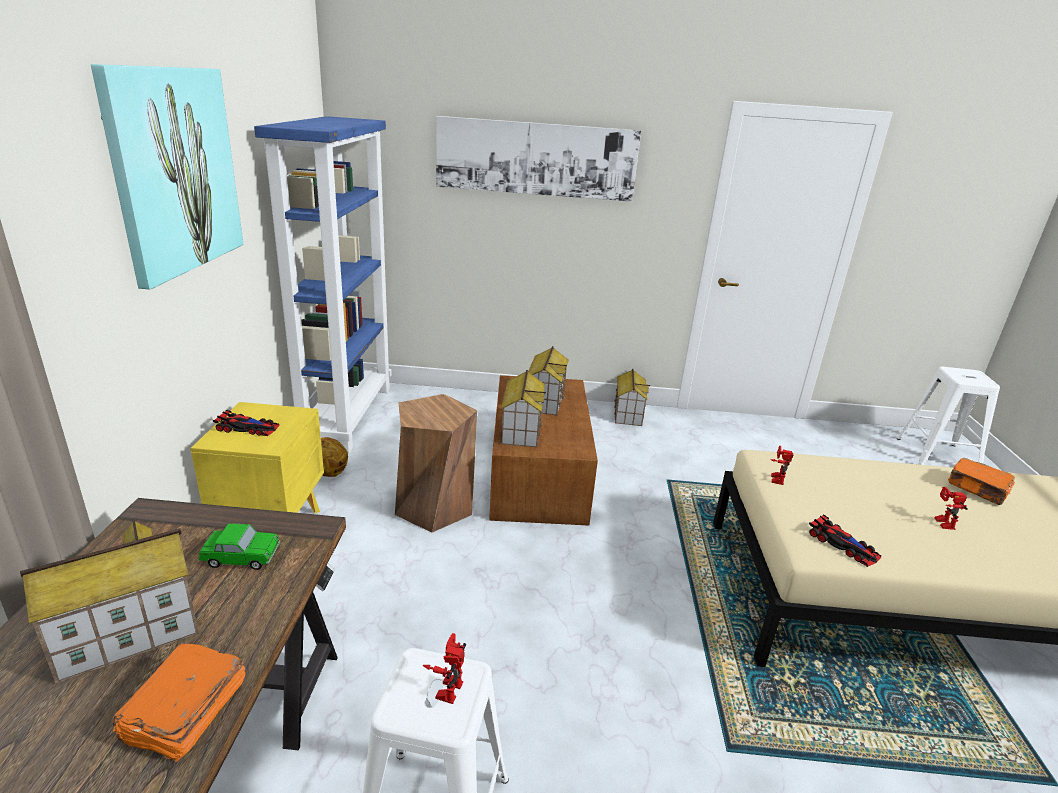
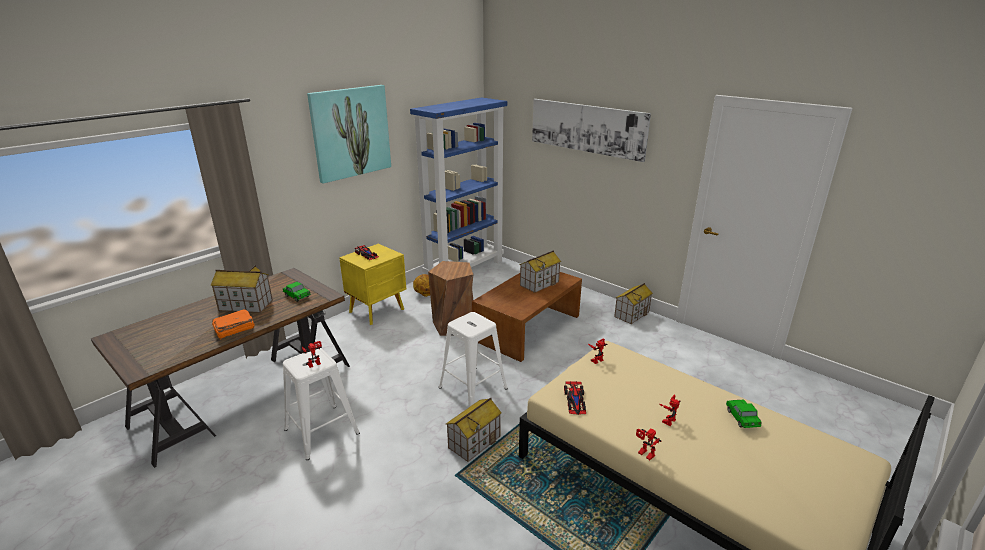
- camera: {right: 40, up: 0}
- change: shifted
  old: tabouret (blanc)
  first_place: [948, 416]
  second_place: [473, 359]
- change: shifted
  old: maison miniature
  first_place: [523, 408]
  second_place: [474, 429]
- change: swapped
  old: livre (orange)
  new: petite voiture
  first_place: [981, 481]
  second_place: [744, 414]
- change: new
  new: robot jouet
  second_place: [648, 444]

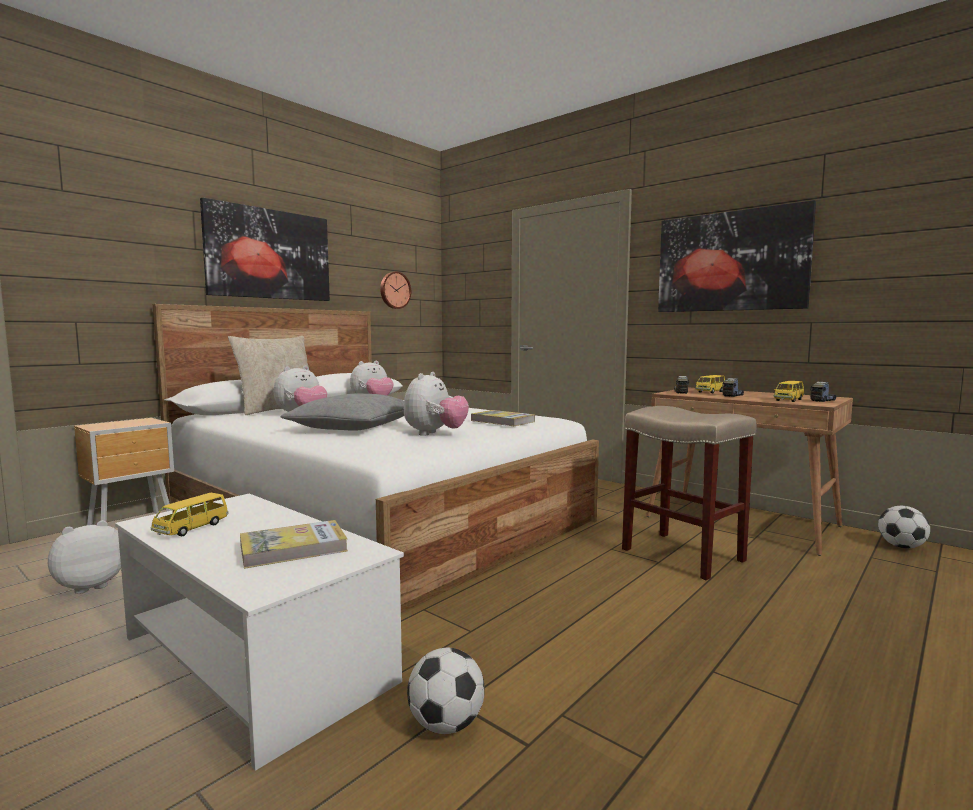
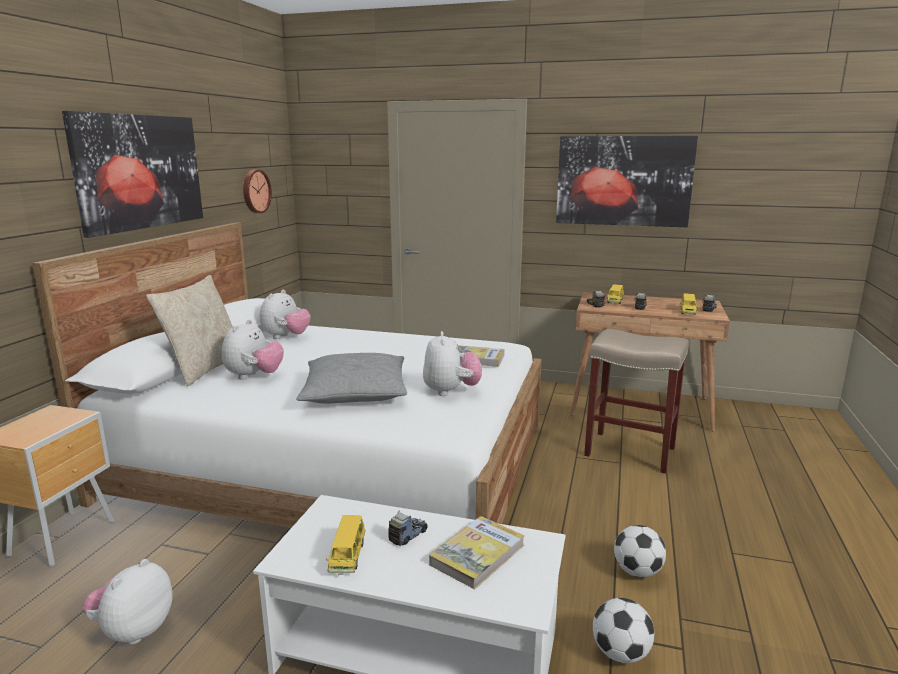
- camera: {right: -25, up: 10}
- change: shifted
  old: ballon de foot
  first_place: [904, 527]
  second_place: [640, 551]
- change: new
  new: camion jouet
  second_place: [408, 528]

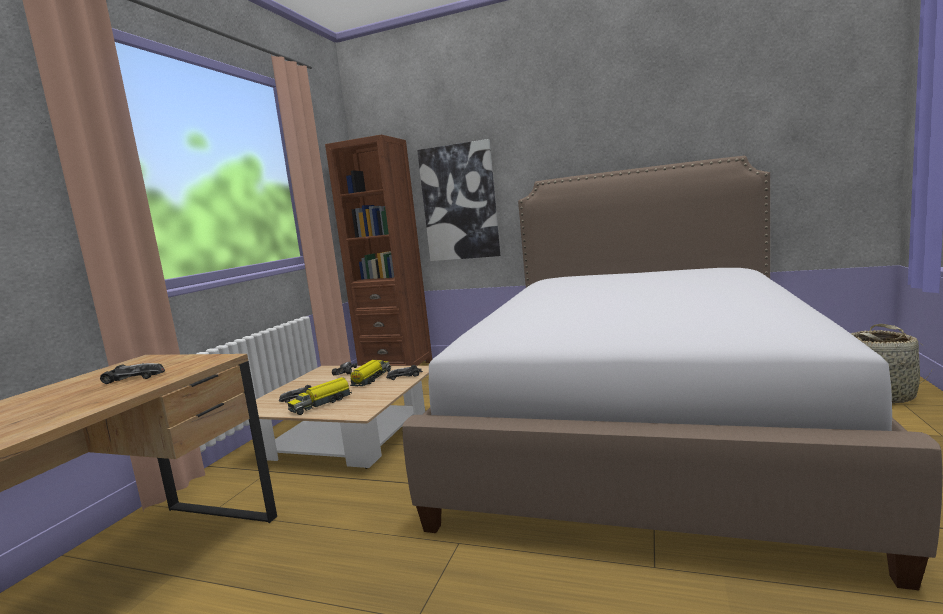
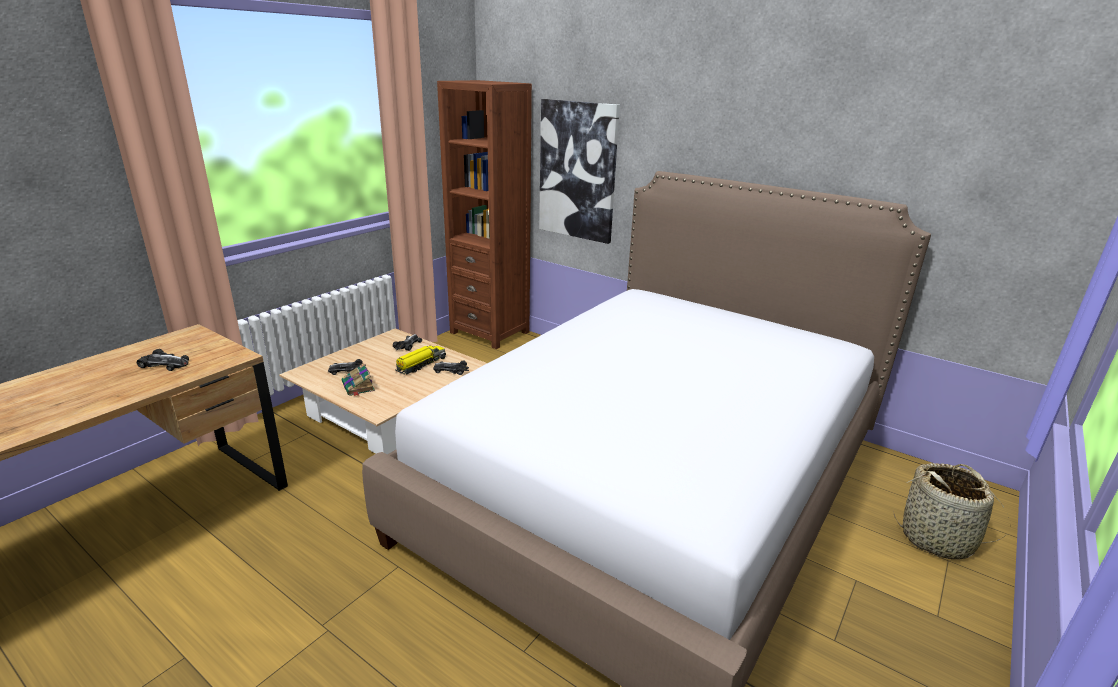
- camera: {right: 15, up: 15}
- change: swapped
  old: camion jouet
  new: livre
  first_place: [320, 396]
  second_place: [358, 379]

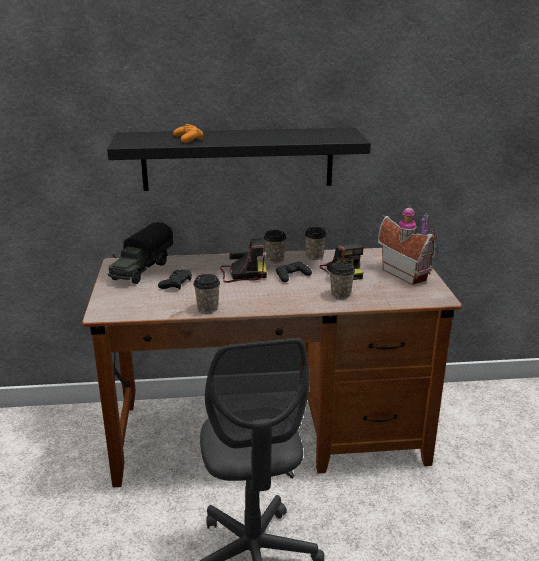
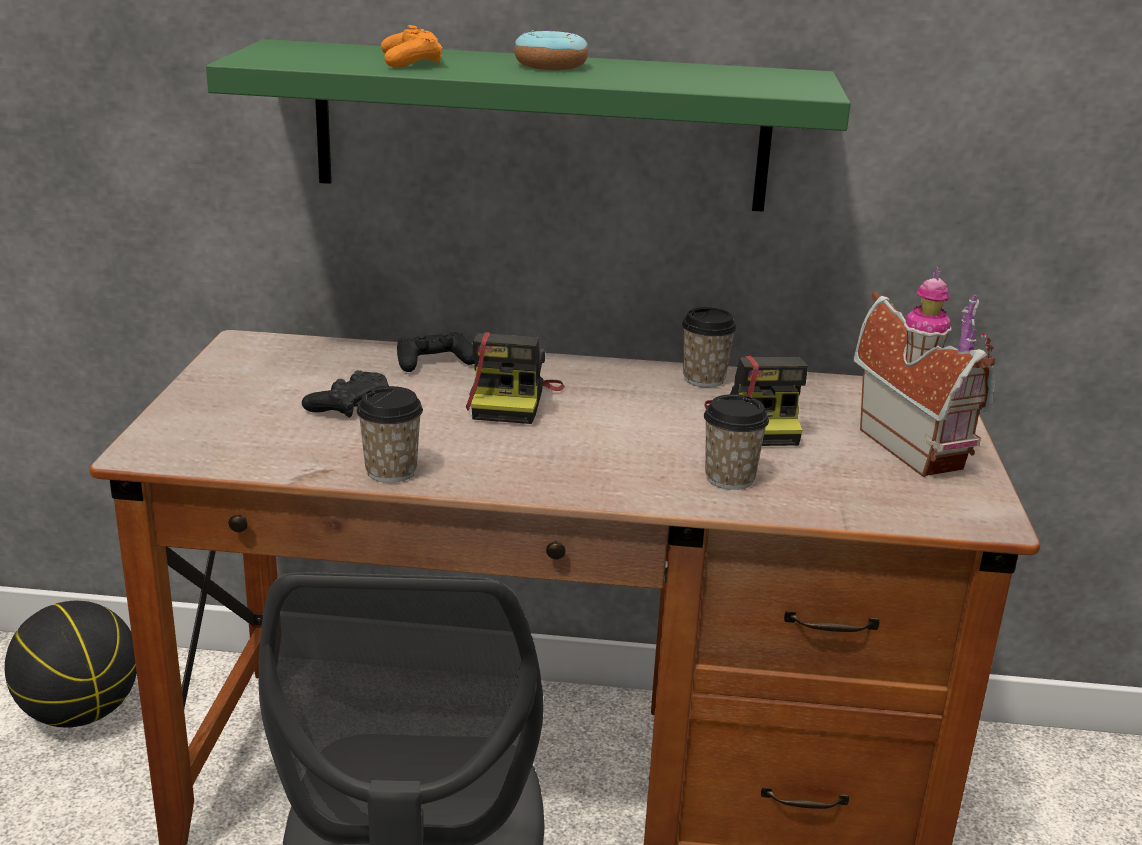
- camera: {right: 10, up: 0}
- change: repainted
  old: étagère (noir)
  new: étagère (vert)
  first_place: [239, 159]
  second_place: [528, 125]
- change: gone
  old: camion jouet
  first_place: [140, 253]
- change: gone
  old: tasse
  first_place: [275, 246]
- change: rotated
  old: appareil photo
  first_place: [243, 260]
  second_place: [515, 378]
  degrees: 90
- change: shifted
  old: manette (noir)
  first_place: [294, 272]
  second_place: [436, 352]
- change: new
  new: beignet
  second_place: [551, 50]
- change: new
  new: ballon de basket
  second_place: [71, 664]

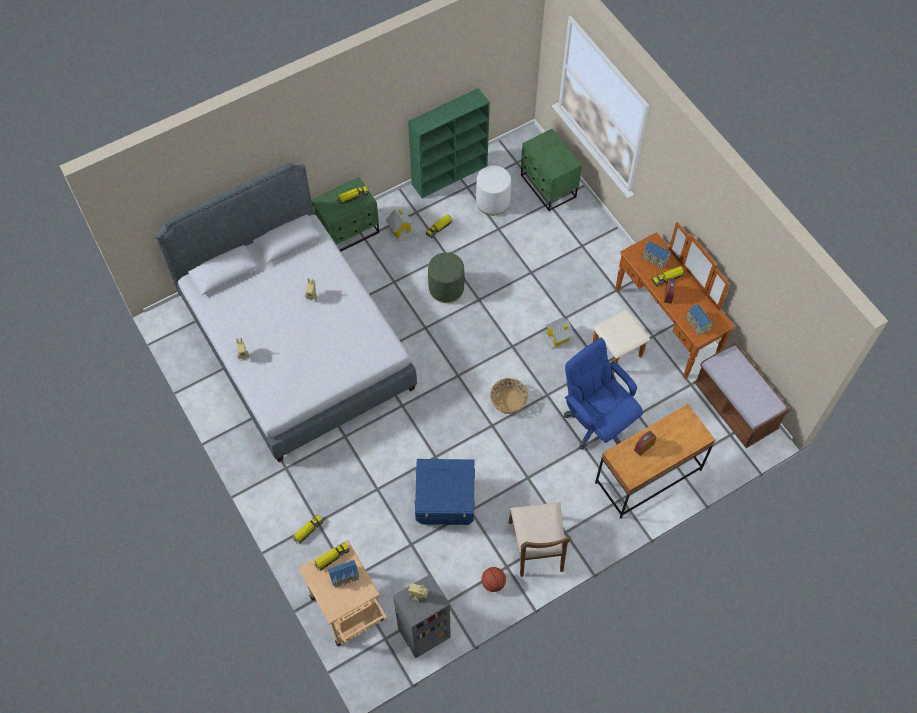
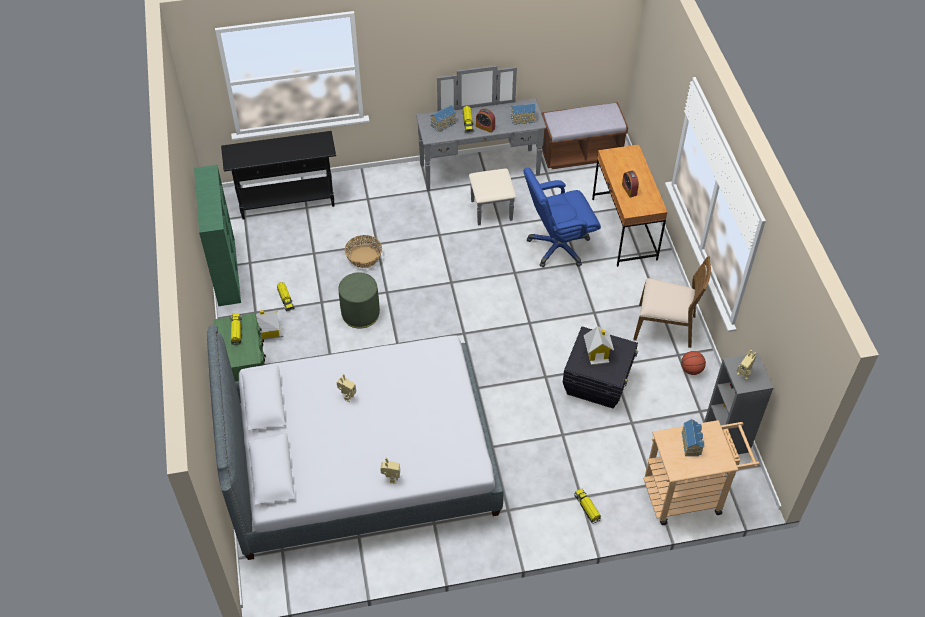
- camera: {right: -70, up: -10}
- change: swapped
  old: table de chevet (vert)
  new: table console (noir)
  first_place: [551, 170]
  second_place: [278, 175]
- change: gone
  old: pouf (blanc)
  first_place: [493, 190]
- change: repainted
  old: commode (marron)
  new: commode (gris)
  first_place: [664, 300]
  second_place: [481, 145]
- change: shifted
  old: maison miniature
  first_place: [559, 333]
  second_place: [599, 345]
- change: shifted
  old: panier
  first_place: [509, 396]
  second_place: [363, 251]
- change: repainted
  old: boîte de rangement (bleu)
  new: boîte de rangement (noir)
  first_place: [445, 492]
  second_place: [600, 367]
- change: gone
  old: camion jouet
  first_place: [332, 556]

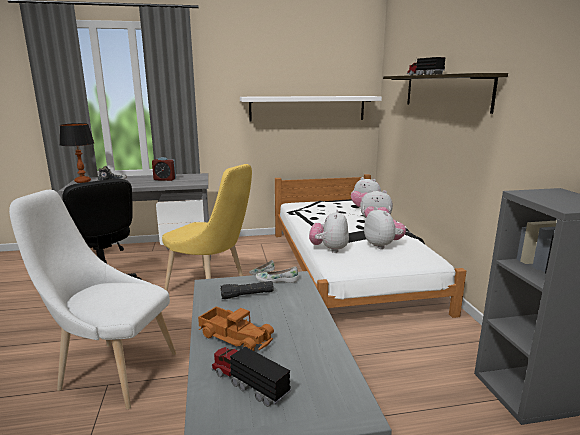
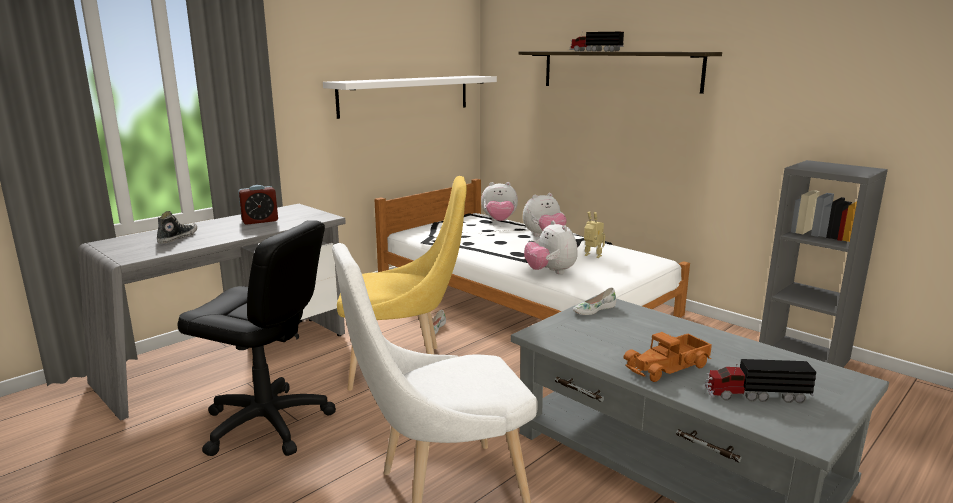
- camera: {right: -35, up: 0}
- change: gone
  old: lampe de table
  first_place: [77, 153]
- change: swapped
  old: peluche
  new: robot jouet
  first_place: [385, 228]
  second_place: [594, 234]
- change: gone
  old: lampe de poche (noir)
  first_place: [247, 290]
- change: rotated
  old: camion jouet
  first_place: [236, 328]
  second_place: [667, 357]
  degrees: 150

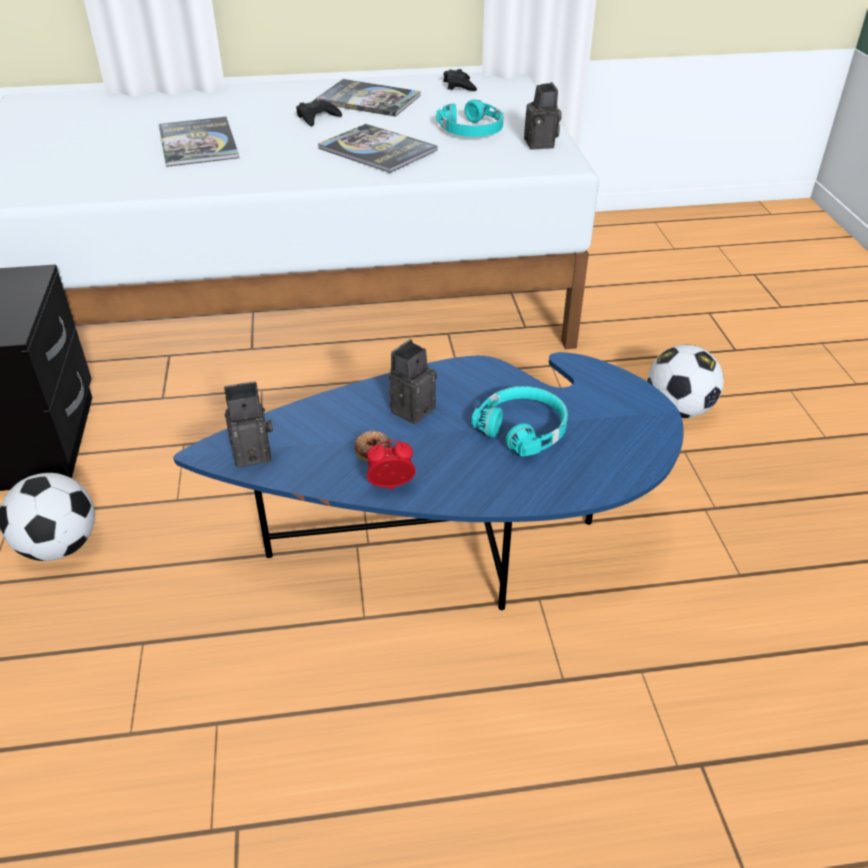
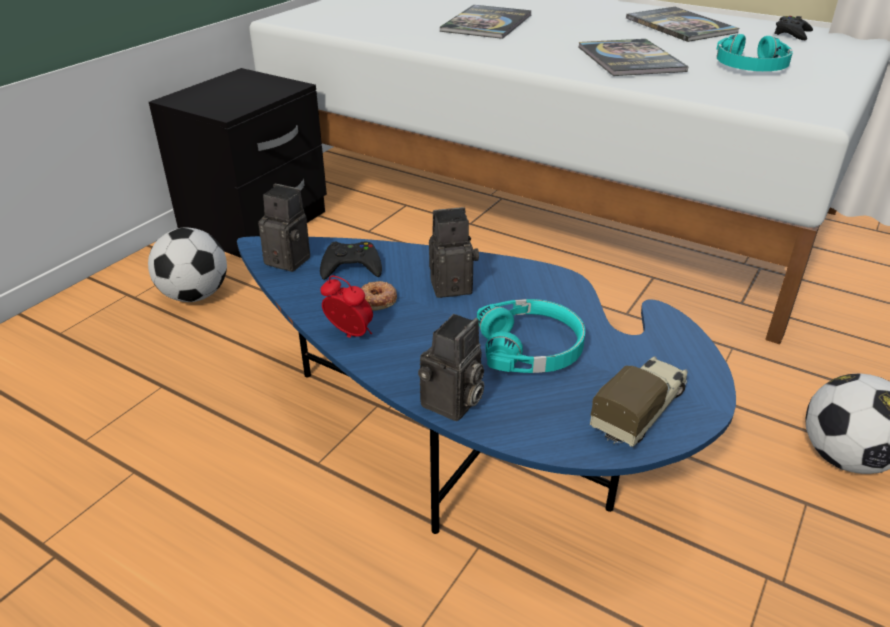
- camera: {right: 40, up: -5}
- change: shifted
  old: appareil photo
  first_place: [543, 116]
  second_place: [451, 367]
- change: shifted
  old: manette (noir)
  first_place: [319, 112]
  second_place: [351, 261]
- change: new
  new: camion jouet
  second_place: [639, 401]

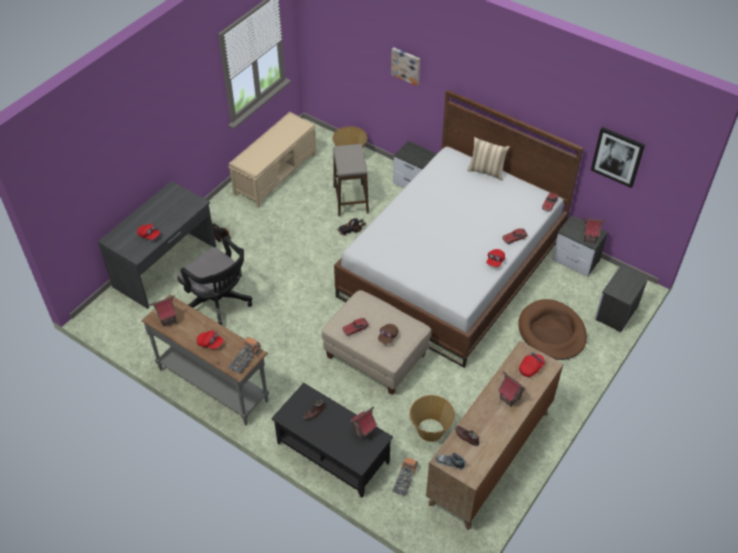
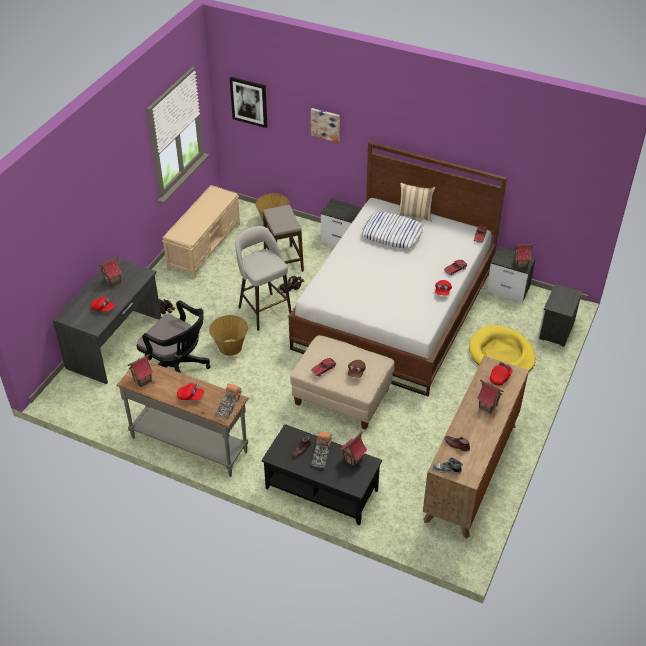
- camera: {right: -10, up: -5}
- change: shifted
  old: tableau
  first_place: [618, 157]
  second_place: [249, 102]
- change: repainted
  old: panier pour chien (marron)
  new: panier pour chien (jaune)
  first_place: [552, 329]
  second_place: [502, 348]
- change: shifted
  old: panier
  first_place: [432, 418]
  second_place: [228, 335]
- change: shifted
  old: camion jouet
  first_place: [405, 476]
  second_place: [321, 450]
- change: new
  new: coussin
  second_place: [393, 230]
- change: new
  new: tabouret (gris)
  second_place: [263, 278]
- change: new
  new: maison miniature
  second_place: [110, 271]

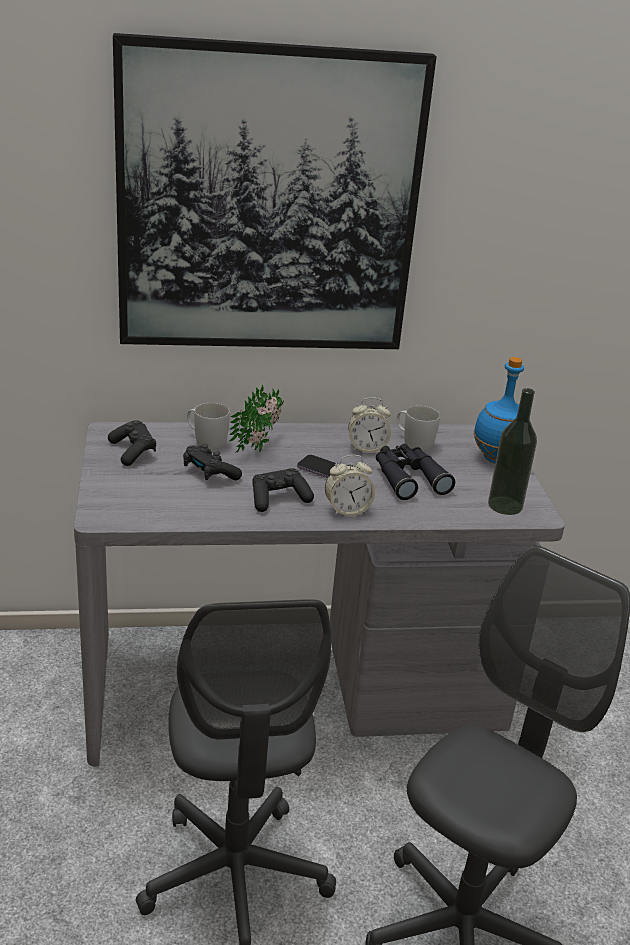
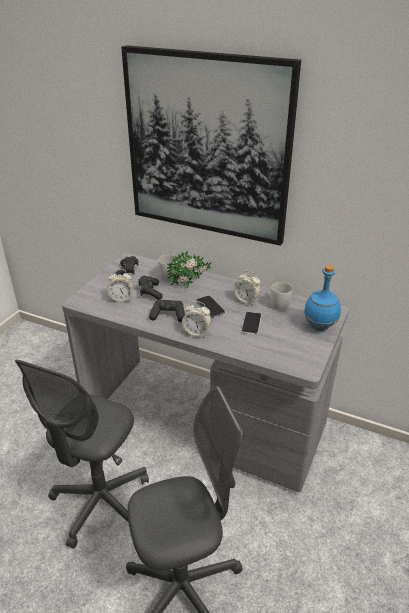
- camera: {right: 35, up: 5}
- change: gone
  old: bouteille
  first_place: [512, 451]
- change: swapped
  old: jumelles (noir)
  new: téléphone
  first_place: [415, 472]
  second_place: [251, 323]
- change: new
  new: réveil
  second_place: [120, 285]

